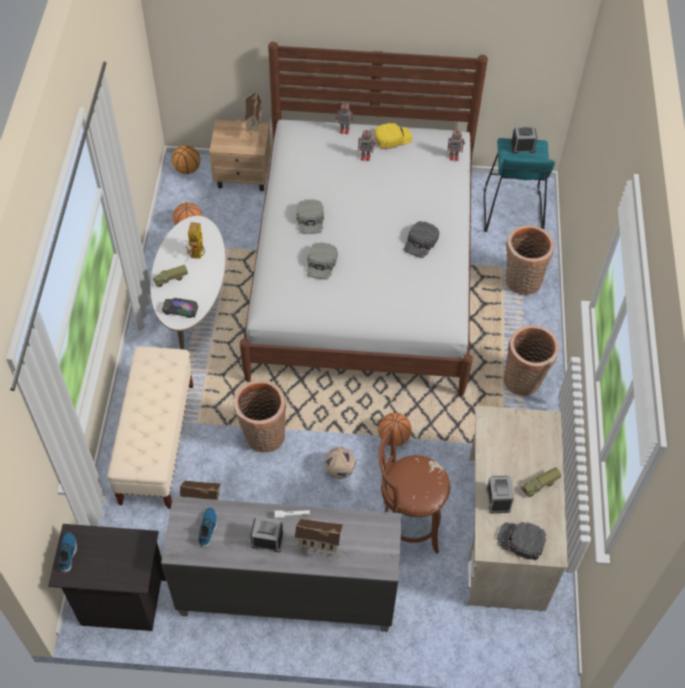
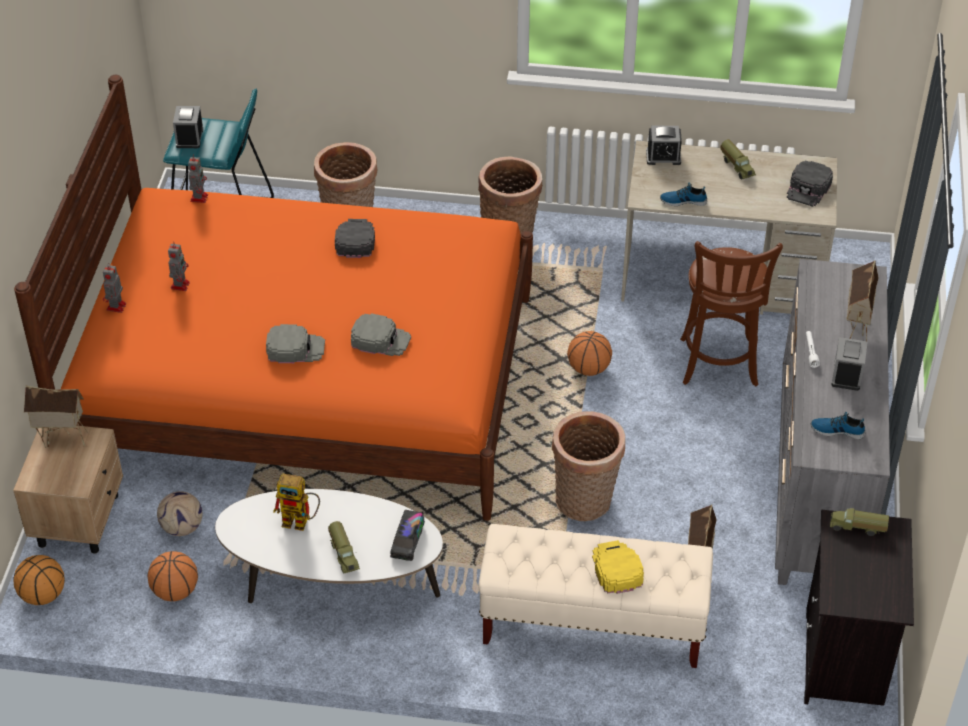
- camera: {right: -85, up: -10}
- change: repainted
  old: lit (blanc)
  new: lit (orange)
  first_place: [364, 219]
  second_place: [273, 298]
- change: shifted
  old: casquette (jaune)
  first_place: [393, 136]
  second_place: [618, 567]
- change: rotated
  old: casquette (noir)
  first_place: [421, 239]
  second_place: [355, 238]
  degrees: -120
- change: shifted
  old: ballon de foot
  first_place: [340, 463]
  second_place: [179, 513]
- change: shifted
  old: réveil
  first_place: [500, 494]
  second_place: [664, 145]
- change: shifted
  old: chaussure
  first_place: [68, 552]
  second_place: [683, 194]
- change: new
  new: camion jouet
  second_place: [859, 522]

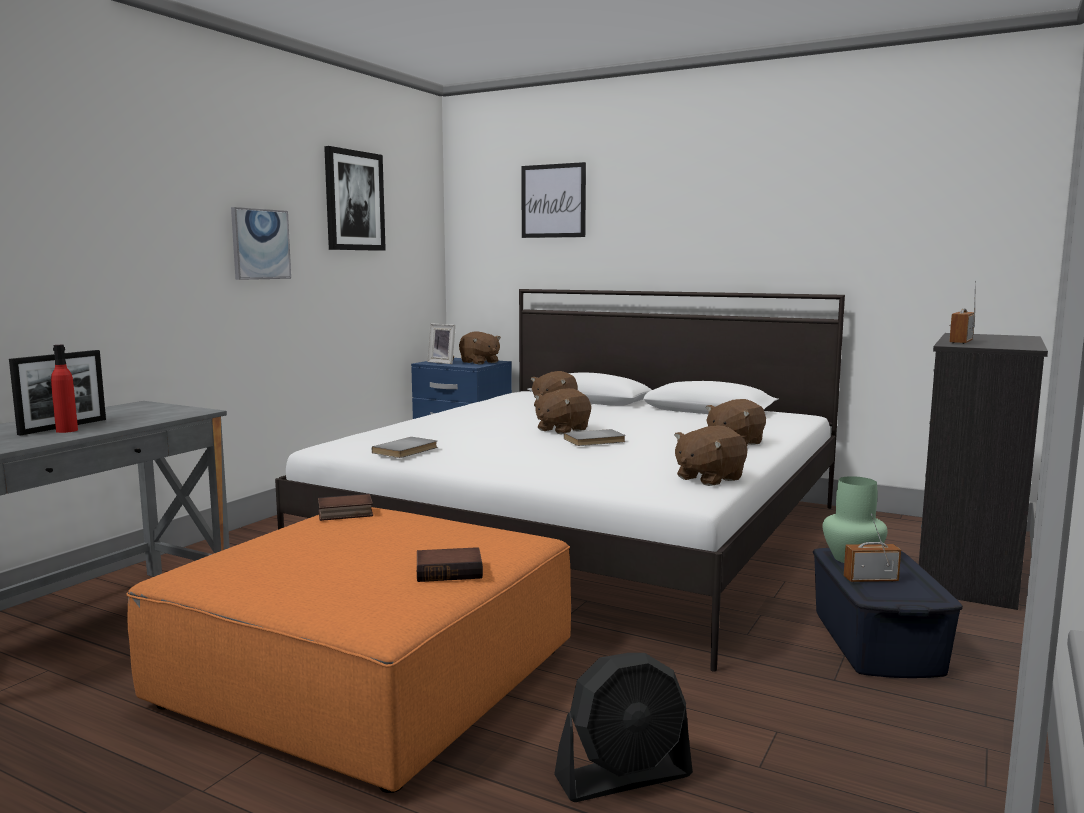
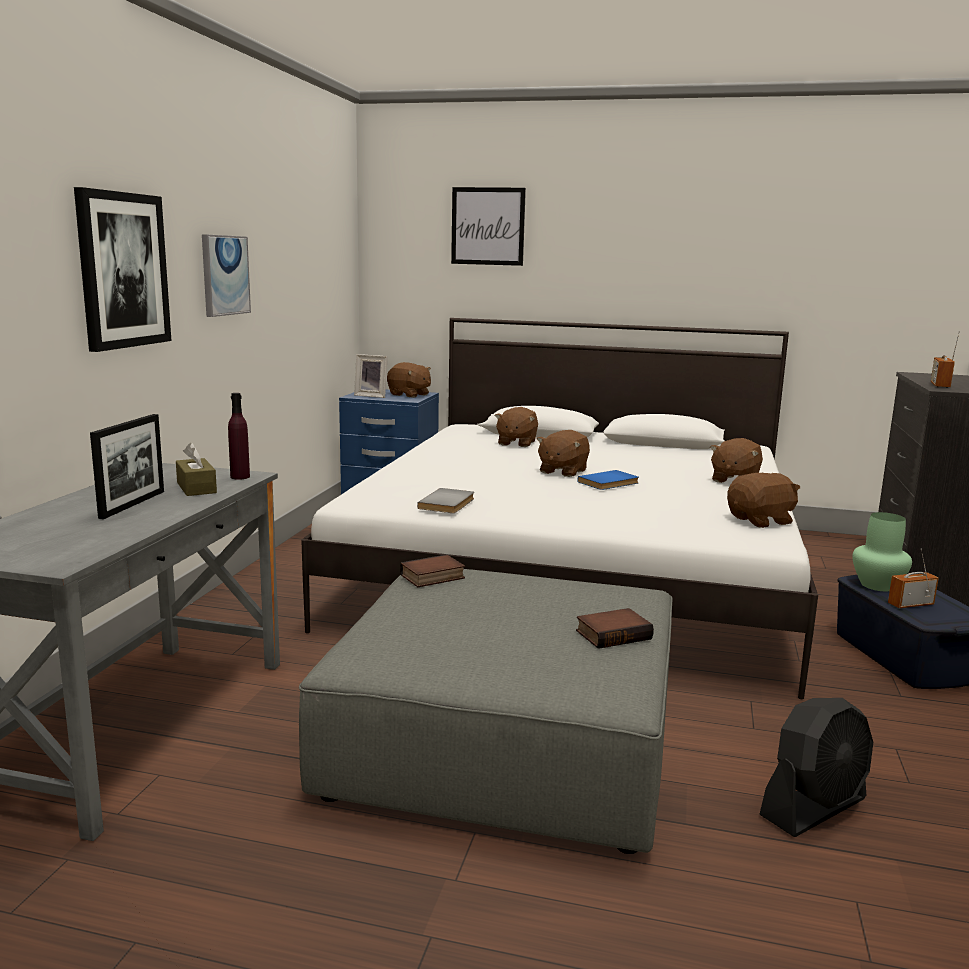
- camera: {right: -15, up: 5}
- change: shifted
  old: tableau
  first_place: [355, 198]
  second_place: [122, 269]
- change: gone
  old: bouteille (rouge)
  first_place: [64, 389]
- change: rotated
  old: peluche (marron)
  first_place: [710, 456]
  second_place: [763, 500]
  degrees: -150
- change: repainted
  old: livre (gris)
  new: livre (bleu)
  first_place: [595, 437]
  second_place: [608, 480]
- change: repainted
  old: pouf (orange)
  new: pouf (gris)
  first_place: [348, 650]
  second_place: [485, 711]
- change: new
  new: bouteille (violet)
  second_place: [239, 436]
- change: new
  new: boîte à mouchoirs (marron)
  second_place: [196, 469]

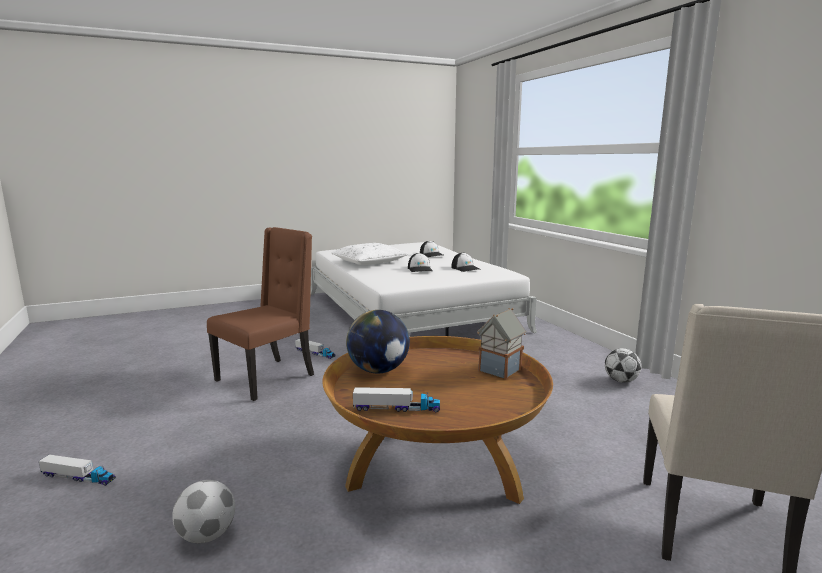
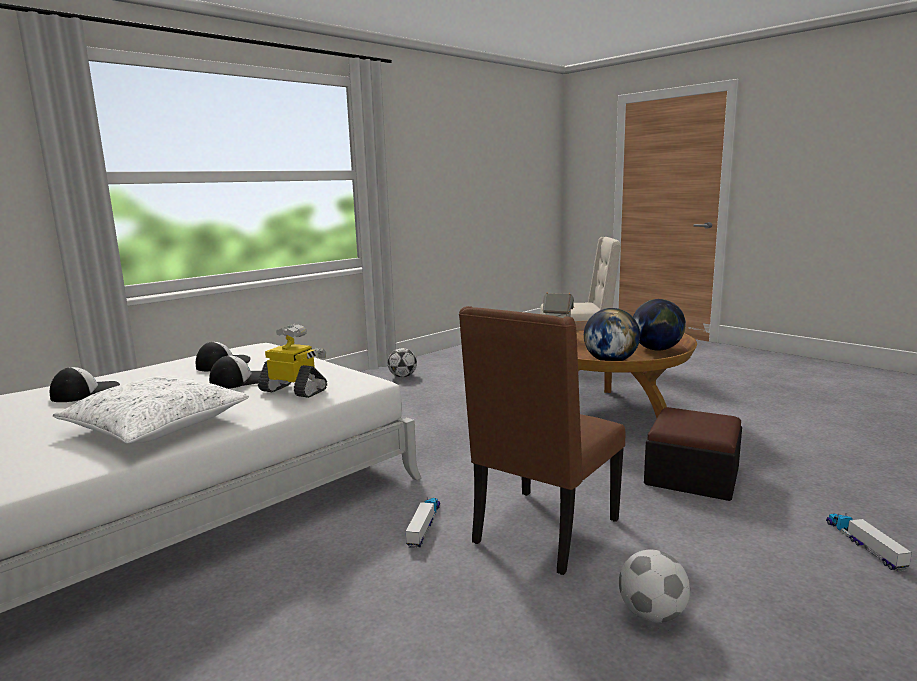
- camera: {right: -110, up: 0}
- change: rotated
  old: chaise (marron)
  first_place: [260, 314]
  second_place: [542, 440]
  degrees: -75
- change: swapped
  old: camion jouet
  new: globe
  first_place: [396, 399]
  second_place: [659, 324]
- change: shifted
  old: ballon de foot
  first_place: [203, 511]
  second_place: [654, 586]
- change: new
  new: robot jouet
  second_place: [292, 361]
- change: new
  new: pouf
  second_place: [693, 454]

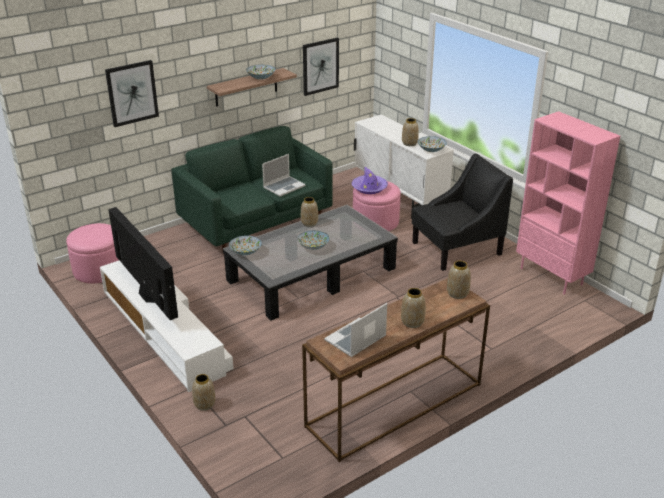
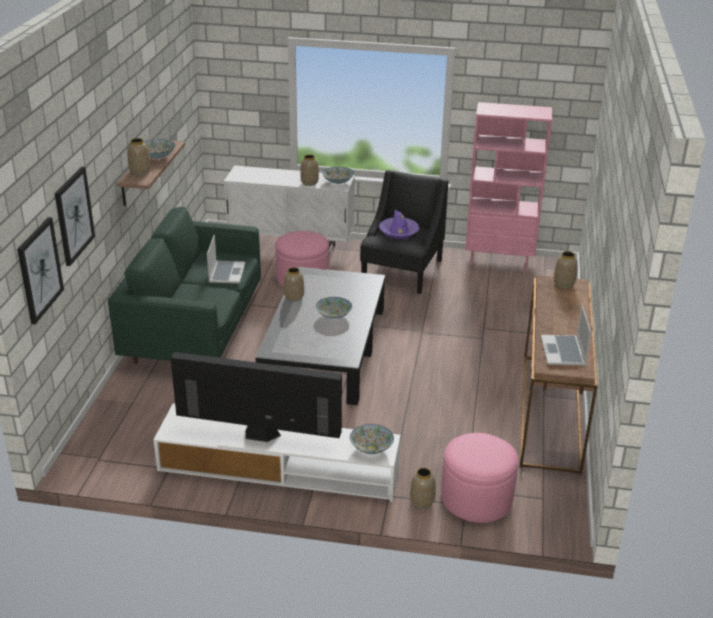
- camera: {right: -45, up: 0}
- change: shifted
  old: tableau
  first_place: [321, 66]
  second_place: [40, 270]
- change: shifted
  old: chapeau (violet)
  first_place: [370, 180]
  second_place: [399, 224]
- change: shifted
  old: pouf (rose)
  first_place: [92, 253]
  second_place: [479, 478]
- change: shifted
  old: bol
  first_place: [245, 245]
  second_place: [372, 439]
- change: shifted
  old: vase
  first_place: [413, 308]
  second_place: [139, 156]

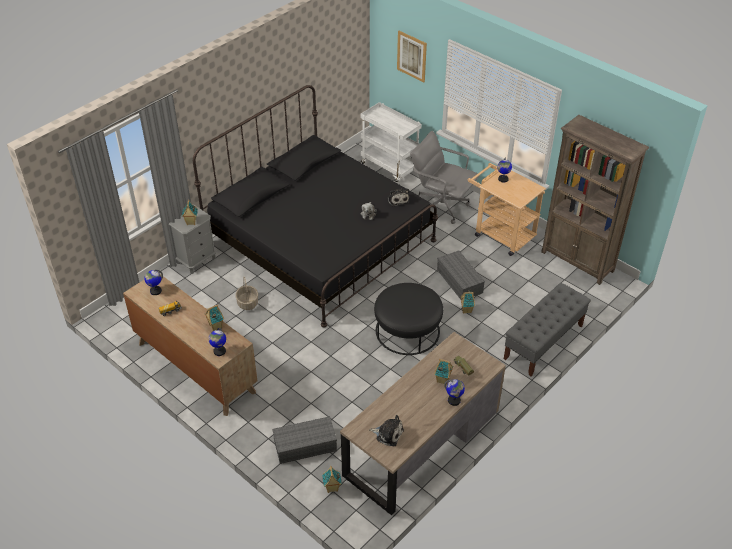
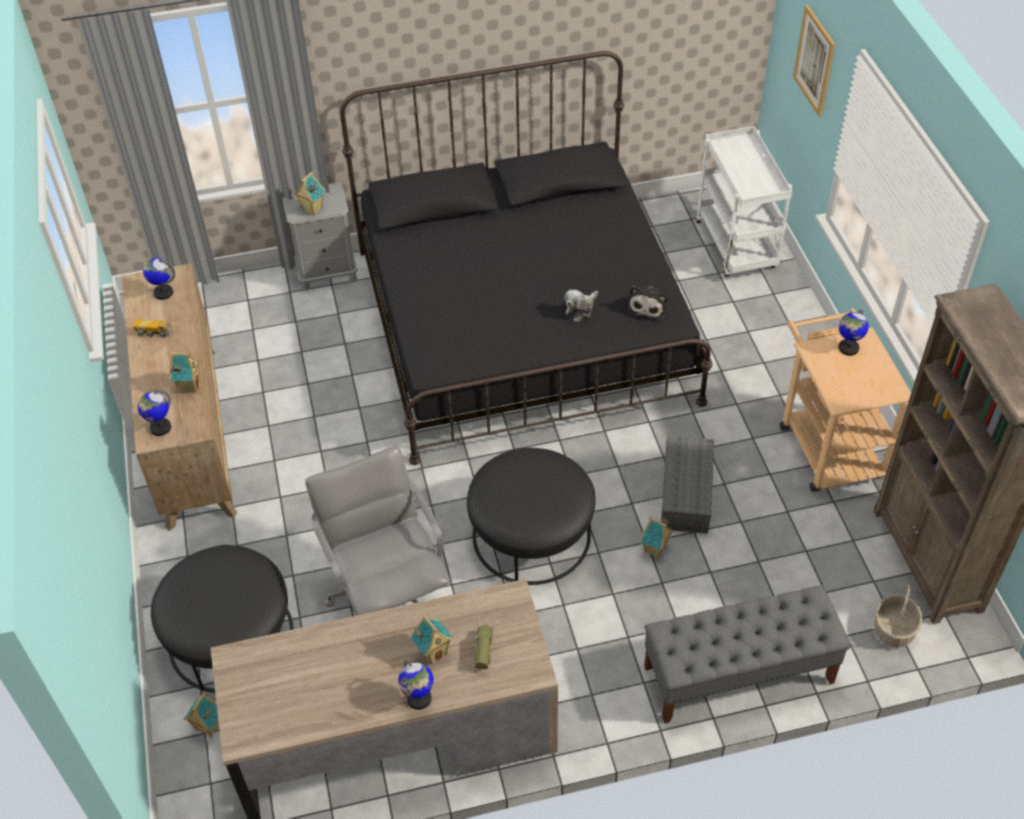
- camera: {right: 35, up: 5}
- change: shifted
  old: chaise de bureau (gris)
  first_place: [445, 177]
  second_place: [377, 530]
- change: shifted
  old: panier
  first_place: [246, 293]
  second_place: [898, 615]
- change: gone
  old: peluche
  first_place: [386, 430]
- change: swapped
  old: boîte de rangement (gris)
  new: pouf (noir)
  first_place: [304, 440]
  second_place: [222, 619]

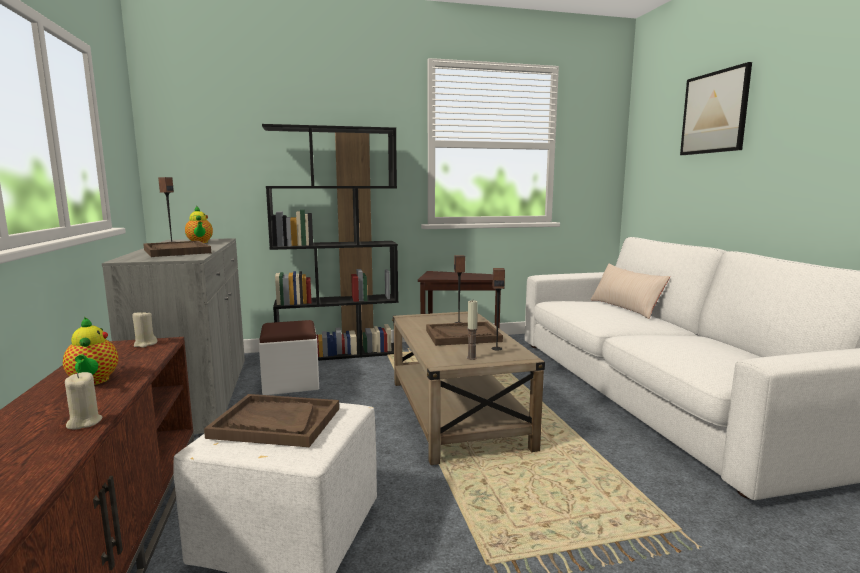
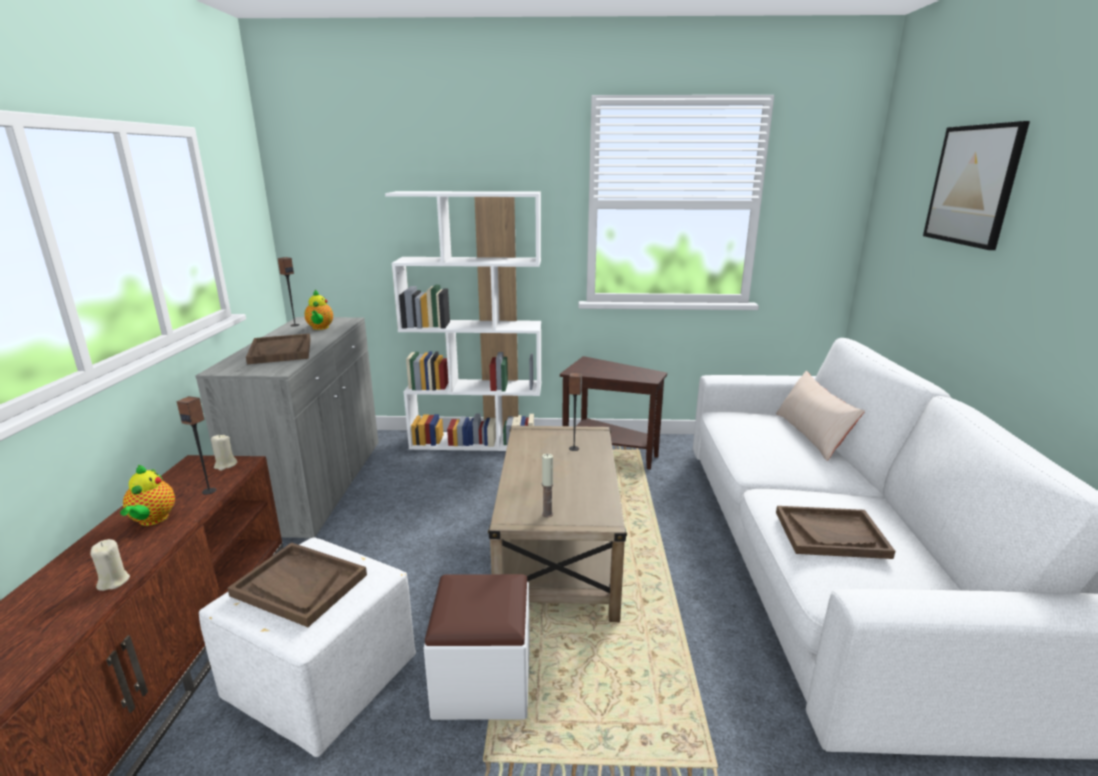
- camera: {right: 15, up: 10}
- change: repainted
  old: bibliothèque (noir)
  new: bibliothèque (blanc)
  first_place: [330, 242]
  second_place: [463, 321]
- change: shifted
  old: enceinte
  first_place: [498, 309]
  second_place: [197, 445]
- change: shifted
  old: pouf (blanc)
  first_place: [289, 357]
  second_place: [477, 647]
- change: shifted
  old: plateau (marron)
  first_place: [464, 334]
  second_place: [835, 532]

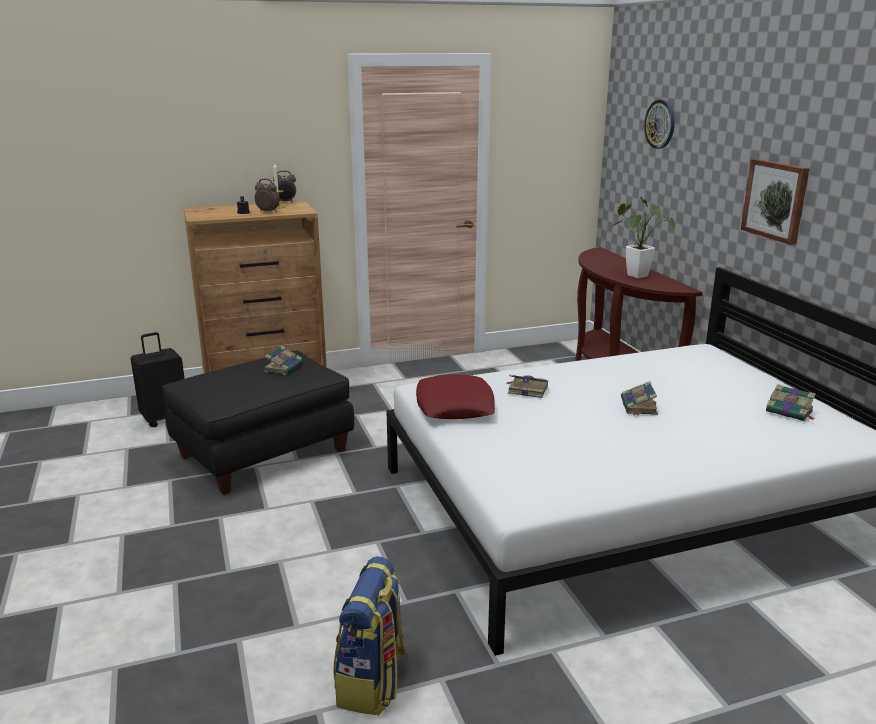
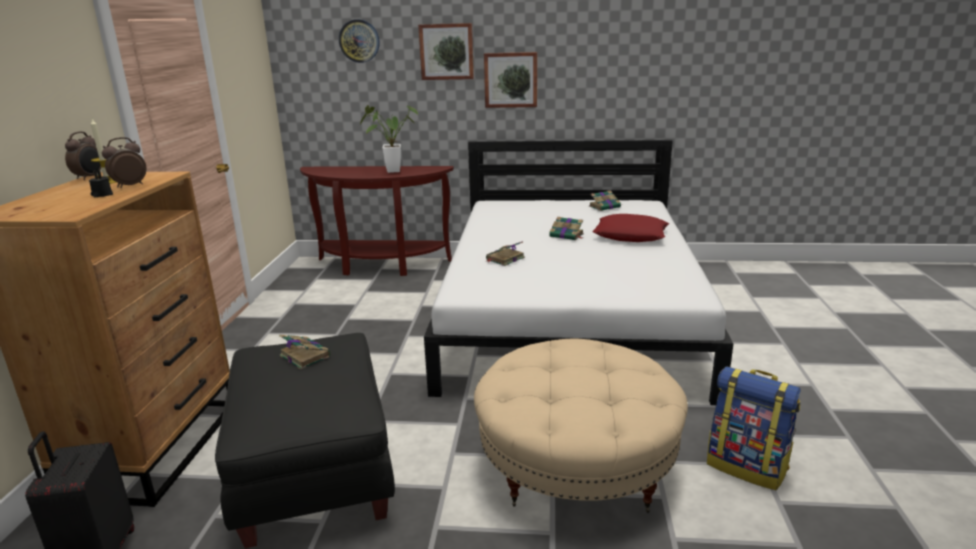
- camera: {right: -65, up: 0}
- change: shifted
  old: coussin (rouge)
  first_place: [455, 396]
  second_place: [631, 228]
- change: new
  new: tableau
  second_place: [446, 51]
- change: new
  new: pouf (beige)
  second_place: [581, 425]

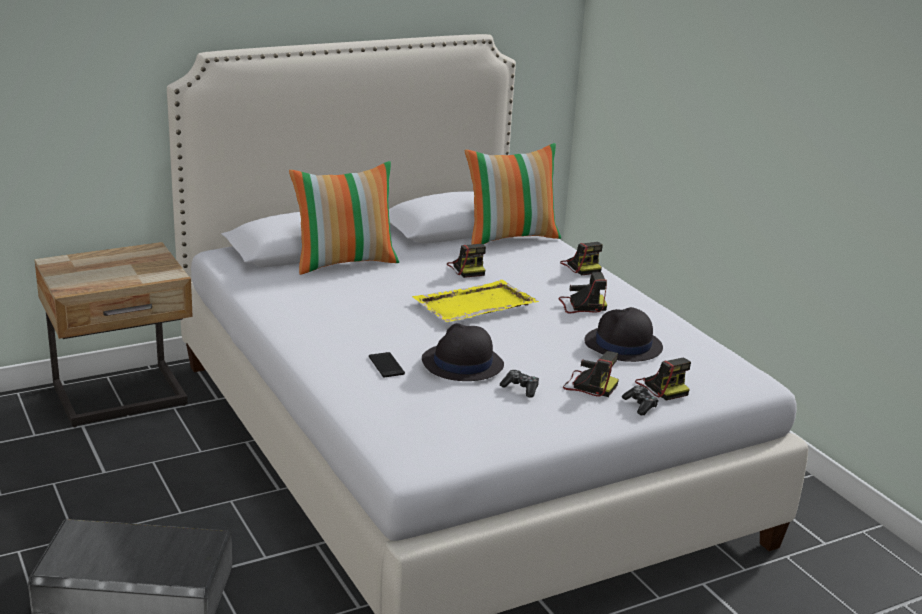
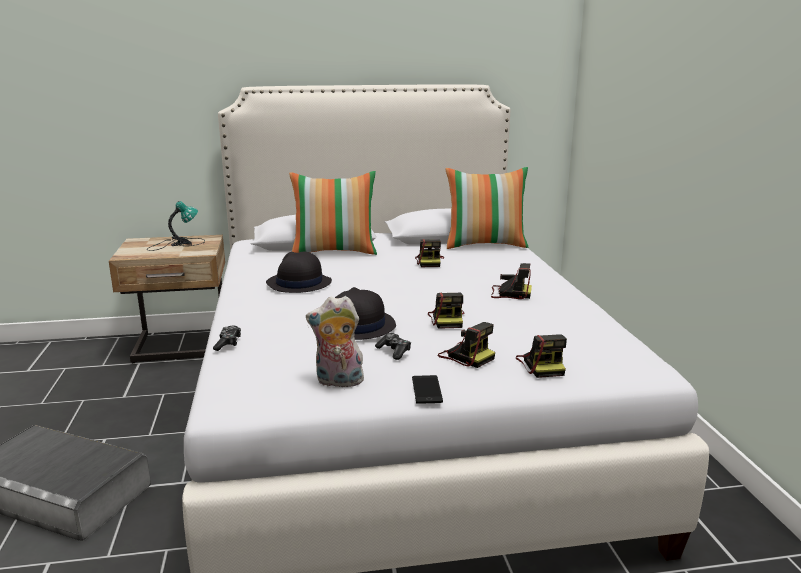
- camera: {right: 20, up: -5}
- change: shifted
  old: appareil photo
  first_place: [581, 258]
  second_place: [446, 311]
- change: gone
  old: plateau (jaune)
  first_place: [475, 301]
- change: shifted
  old: chapeau (noir)
  first_place: [623, 334]
  second_place: [299, 272]
- change: shifted
  old: téléphone
  first_place: [387, 364]
  second_place: [427, 389]
- change: shifted
  old: manette
  first_place: [640, 400]
  second_place: [227, 338]
- change: new
  new: lampe de table
  second_place: [176, 226]
- change: new
  new: peluche
  second_place: [335, 341]

